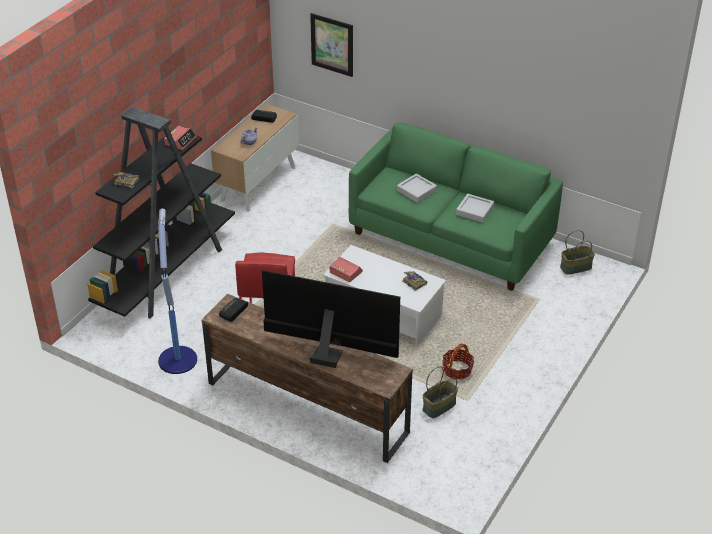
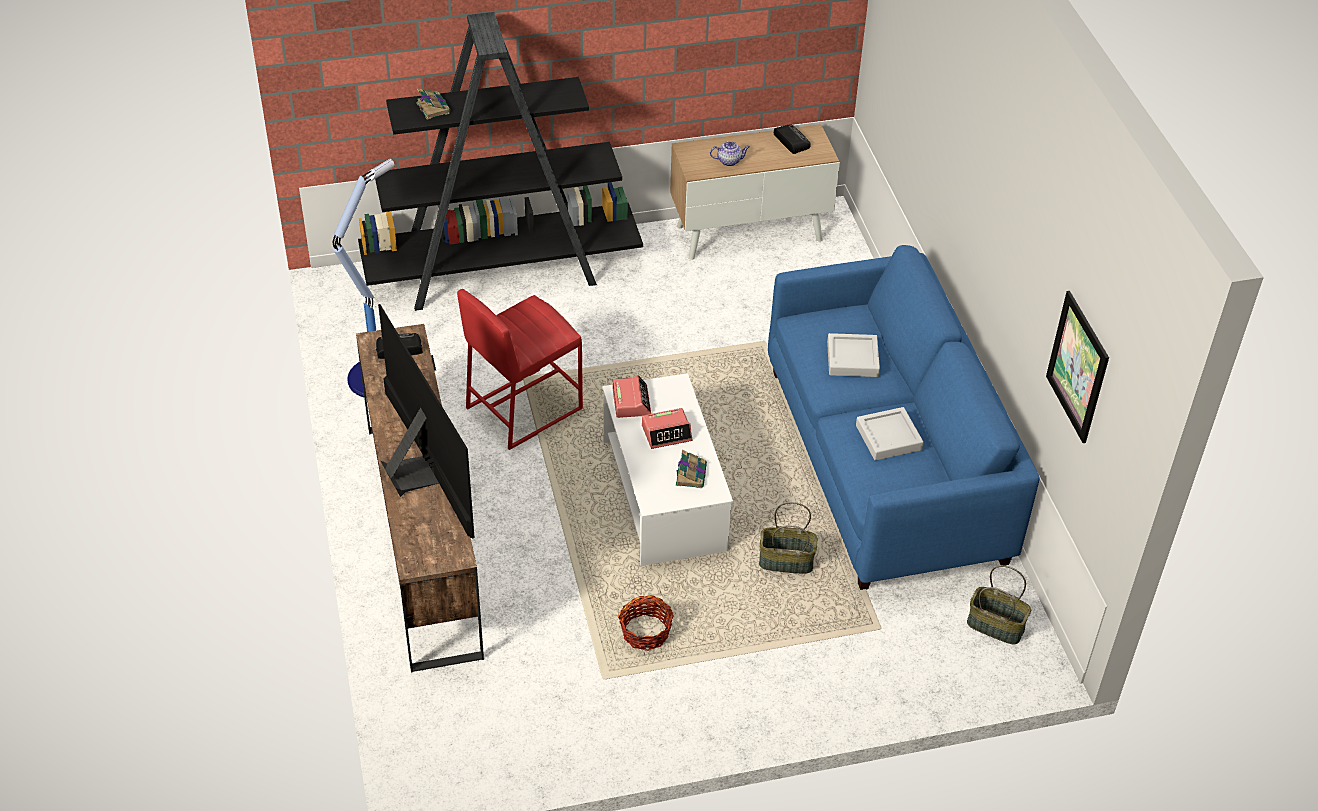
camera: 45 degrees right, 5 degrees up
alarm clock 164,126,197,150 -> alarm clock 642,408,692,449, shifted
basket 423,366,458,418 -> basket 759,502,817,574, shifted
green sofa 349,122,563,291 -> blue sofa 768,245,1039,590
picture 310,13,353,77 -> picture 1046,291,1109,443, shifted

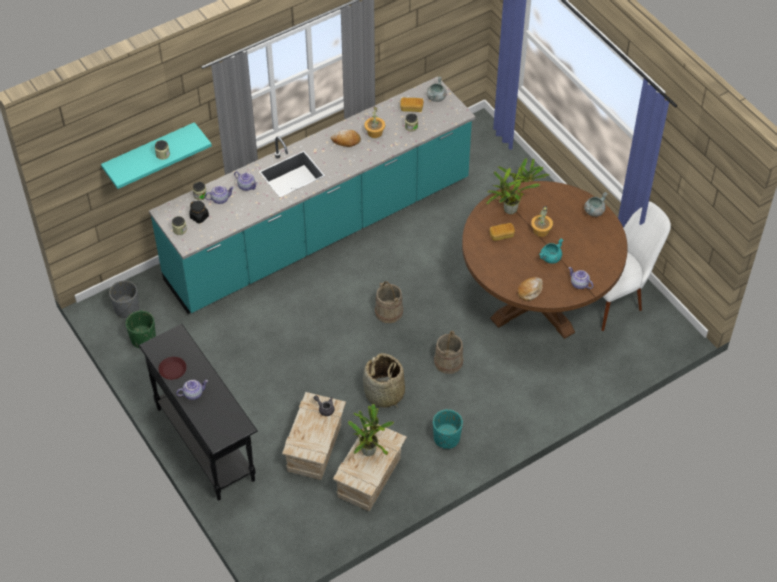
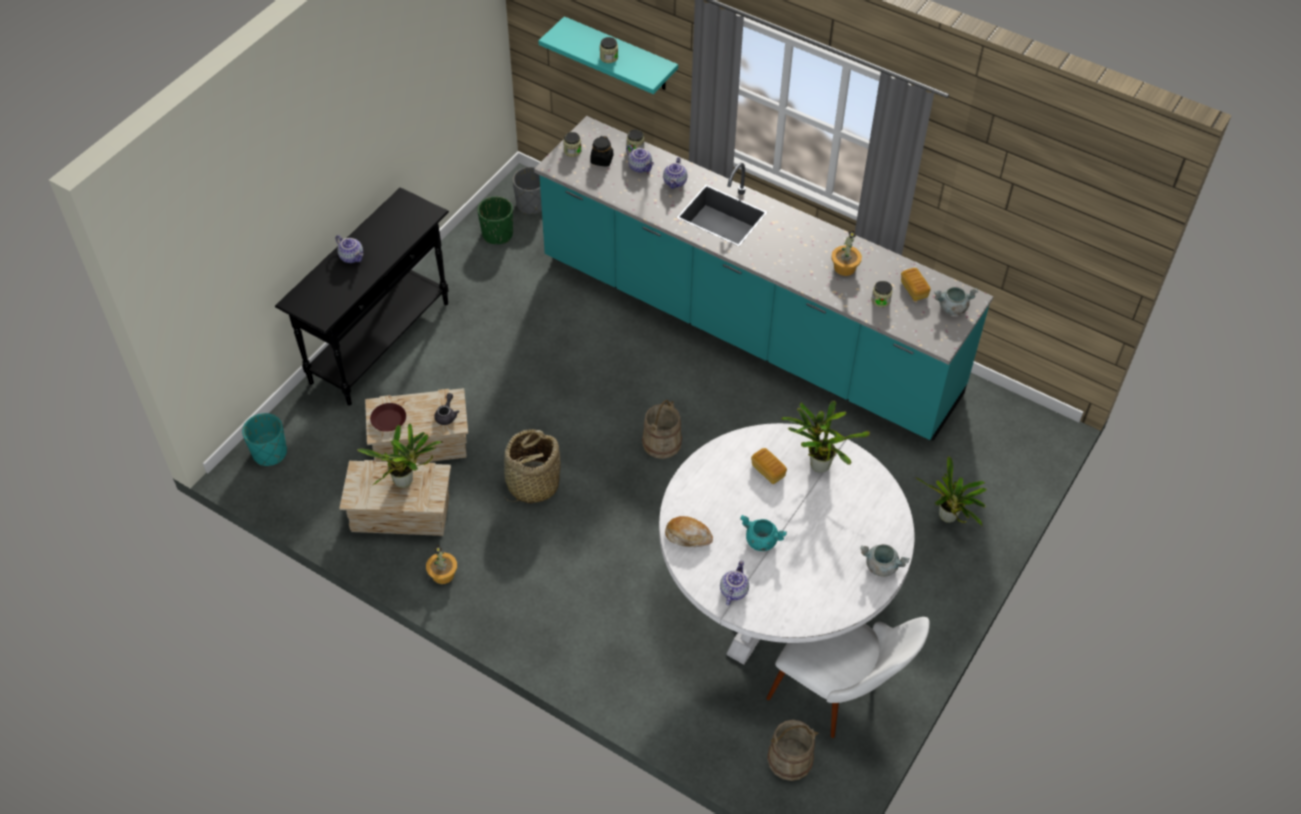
camera: 65 degrees right, 0 degrees up
turquoise planter 433,409,463,449 -> turquoise planter 242,413,287,466, shifted
brown plate 158,357,187,380 -> brown plate 370,403,406,432, shifted
potted plant 531,206,553,237 -> potted plant 426,545,457,584, shifted
brown dining table 462,181,628,339 -> white dining table 659,423,915,665
beige bucket 434,331,464,374 -> beige bucket 767,720,818,781, shifted
bread 331,130,361,147 -> none

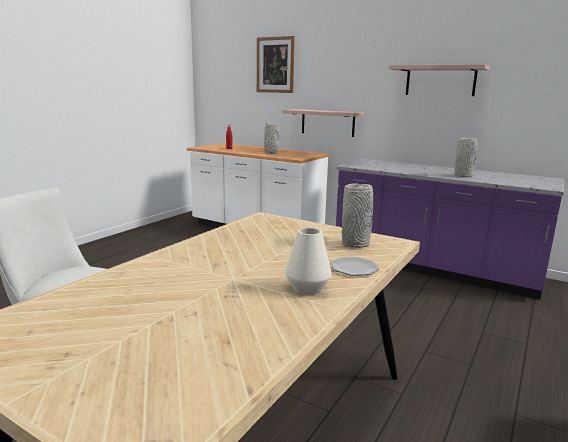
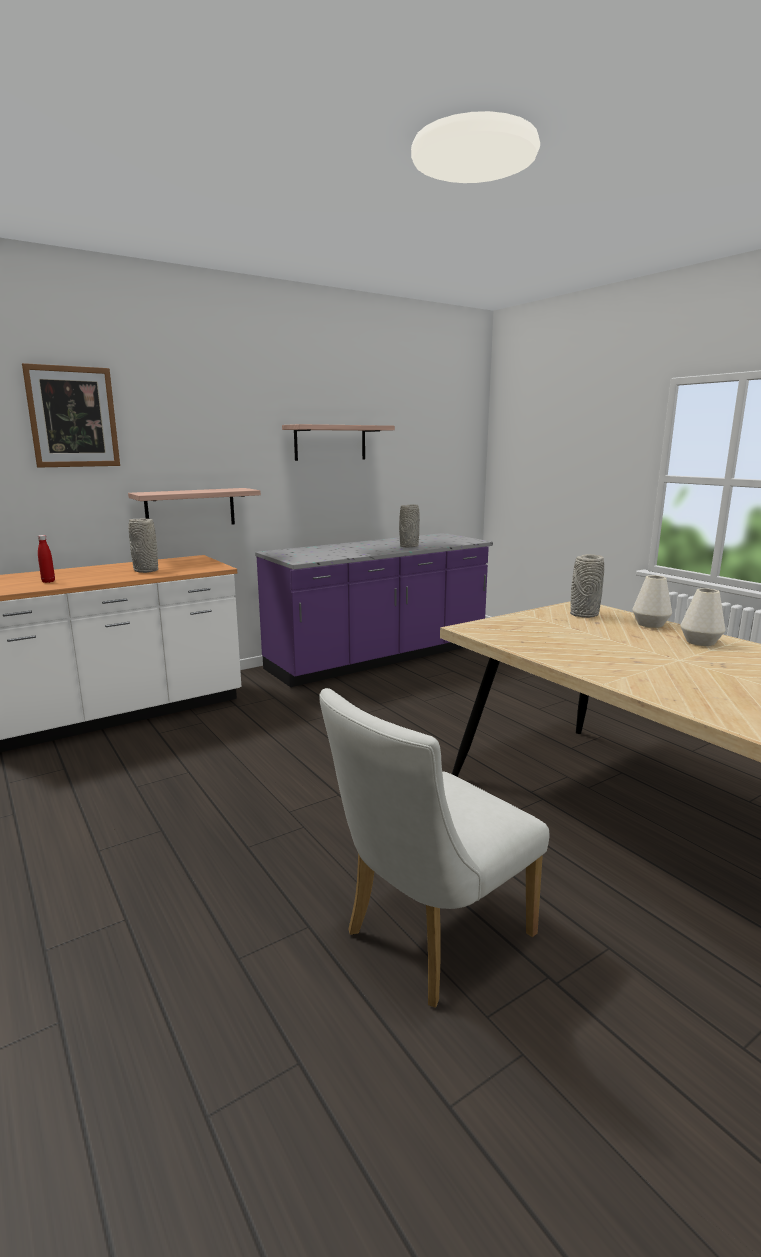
camera: 65 degrees left, 0 degrees up
plate 330,257,379,276 -> white vase 632,575,672,628

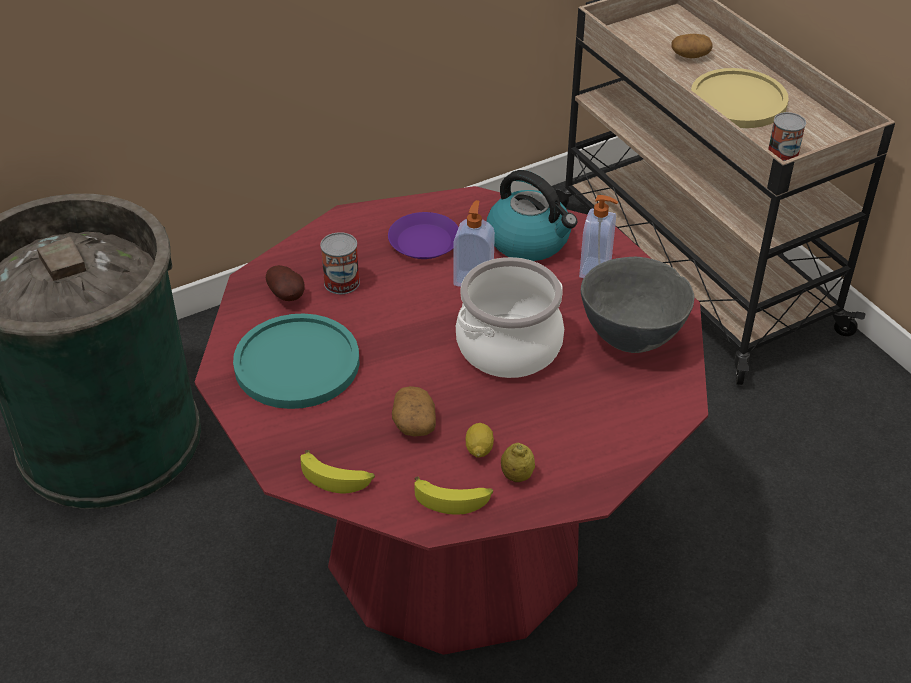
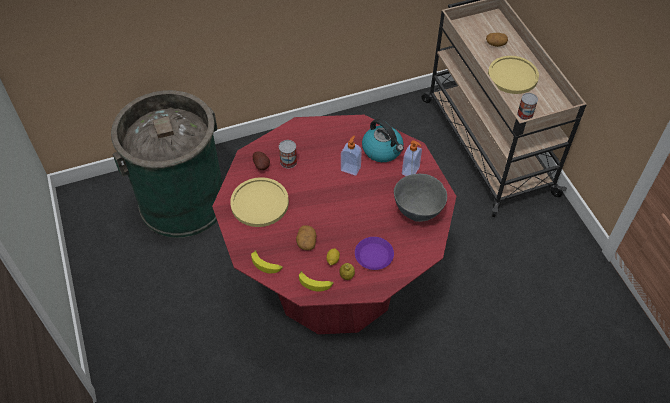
camera: 10 degrees right, 10 degrees up
turquoise plate 233,313,359,409 -> yellow plate 230,177,289,227
purple plate 388,212,459,259 -> purple plate 355,237,394,270, shifted
cooking pot 456,257,564,378 -> none

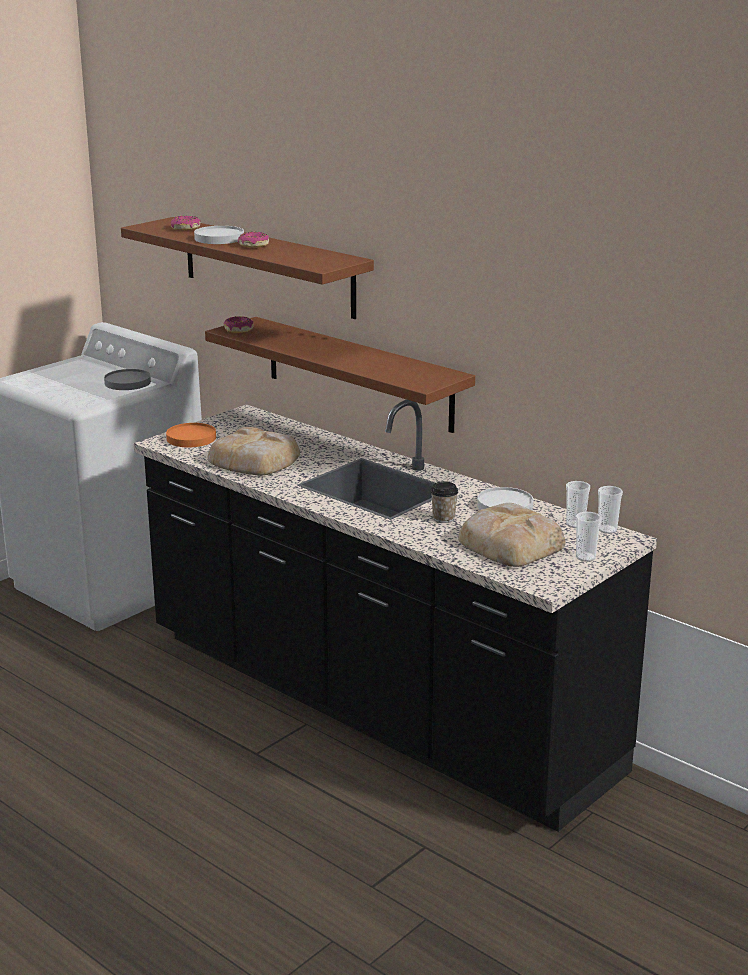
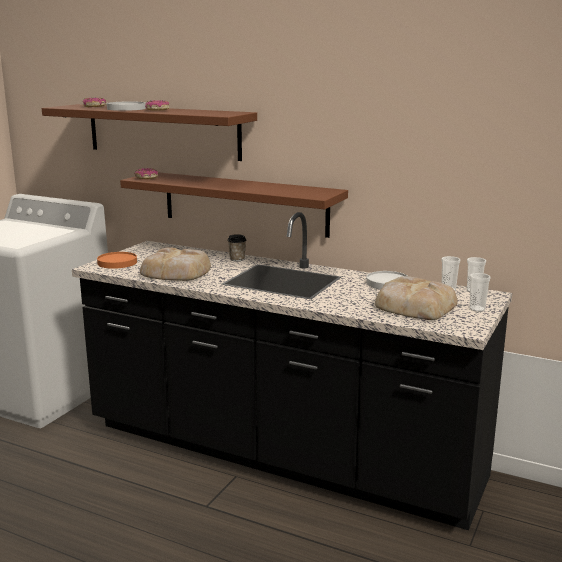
camera: 15 degrees left, 5 degrees down
cup 430,481,458,523 -> cup 227,234,246,262, shifted
grey plate 104,369,151,390 -> none

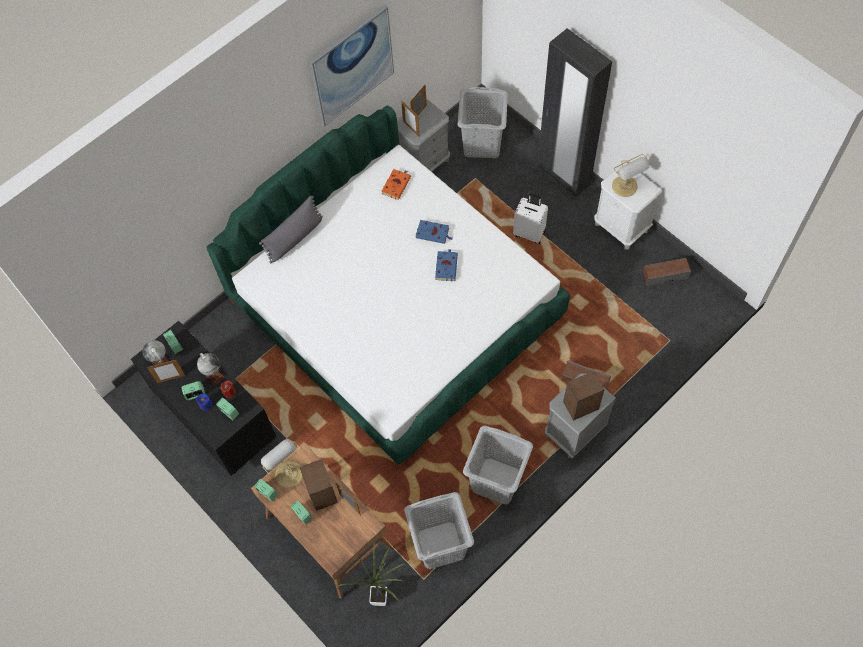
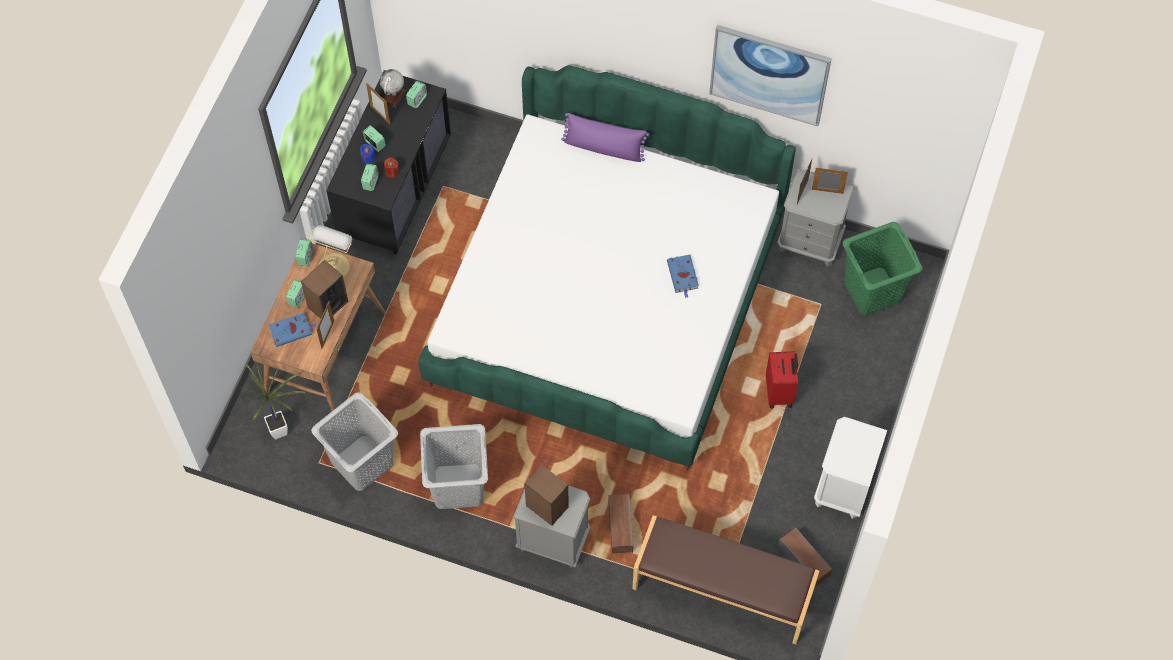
camera: 60 degrees right, 0 degrees up
blue book 435,249,458,281 -> blue book 269,313,316,347, shifted
grey pillow 259,196,323,263 -> purple pillow 561,113,649,162
none -> brown bench 632,515,819,644
white suitcase 513,193,548,244 -> red suitcase 766,351,798,409
grey laundry basket 458,87,508,158 -> green laundry basket 843,222,922,315
globe 197,353,225,385 -> none
orange book 381,169,411,200 -> none
black wardrobe 538,28,612,197 -> none
table lamp 612,154,649,197 -> none

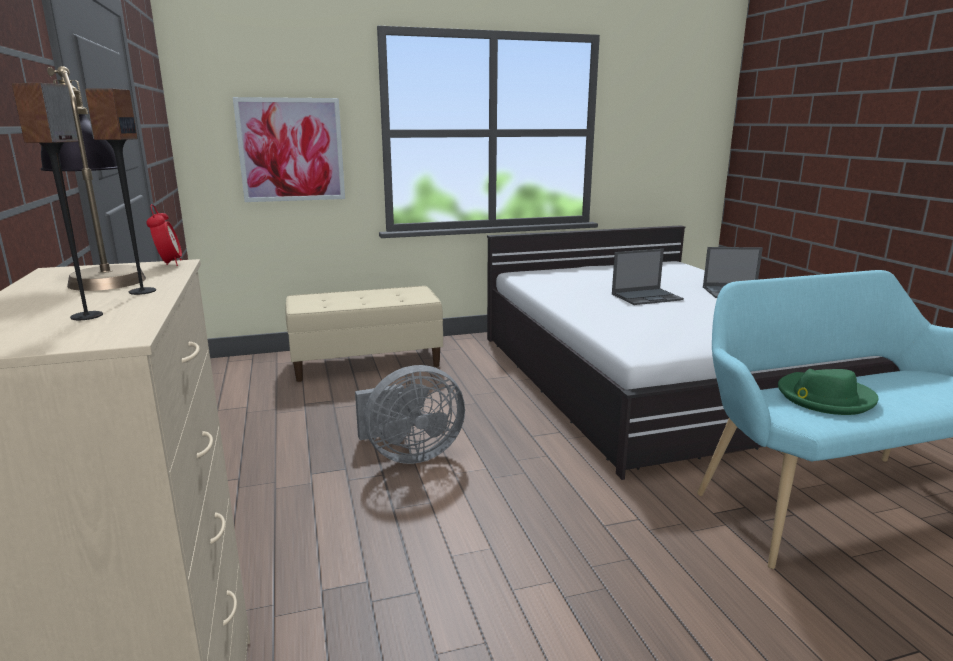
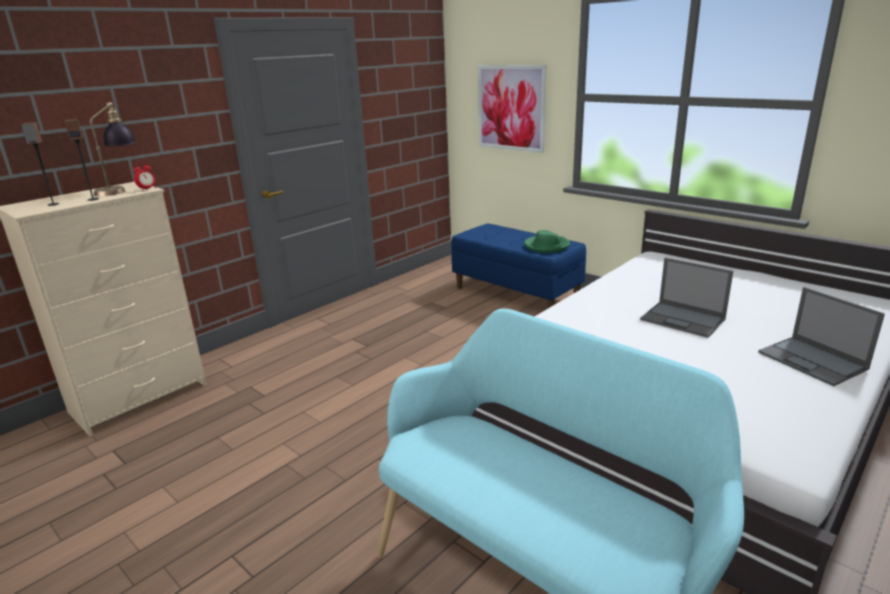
camera: 60 degrees right, 5 degrees up
beige bench 285,286,443,382 -> blue bench 451,223,586,309
green hat 778,369,878,415 -> green hat 524,230,570,253, shifted
grey fan 355,365,465,464 -> none

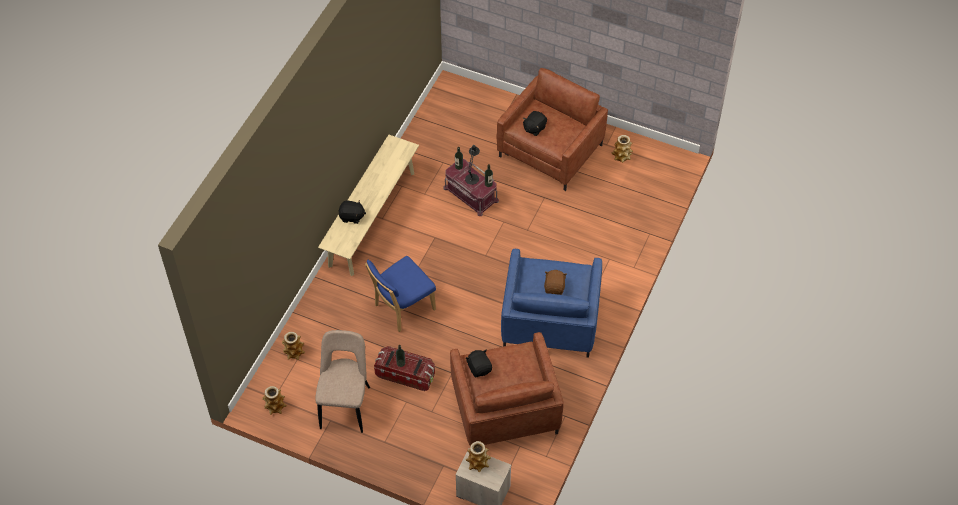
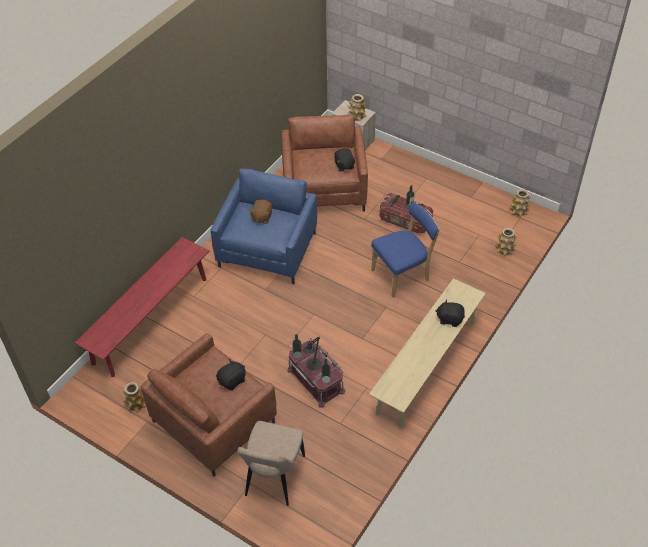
camera: 170 degrees left, 5 degrees down
none -> red bench 75,237,209,377
beige chair 315,330,370,433 -> beige chair 237,421,305,506, shifted

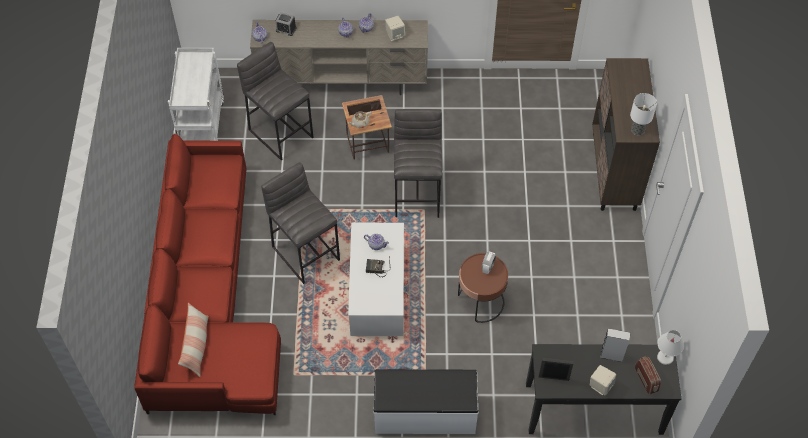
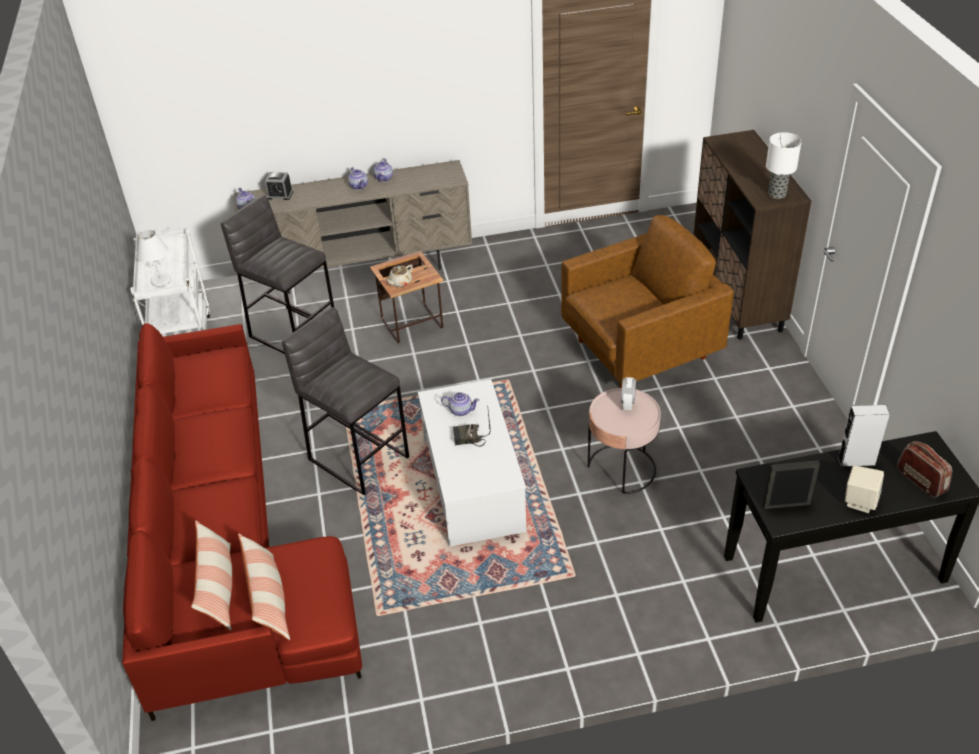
camera: 10 degrees left, 15 degrees down
white table lamp 657,330,684,365 -> white table lamp 136,230,171,286, shifted
none -> pillow 238,533,290,640
none -> brown armchair 561,215,734,388
brown side table 458,253,508,323 -> pink side table 588,388,661,494
white bench 374,369,478,434 -> none
beige speaker 385,16,405,41 -> none
grey stool 394,109,442,218 -> none

